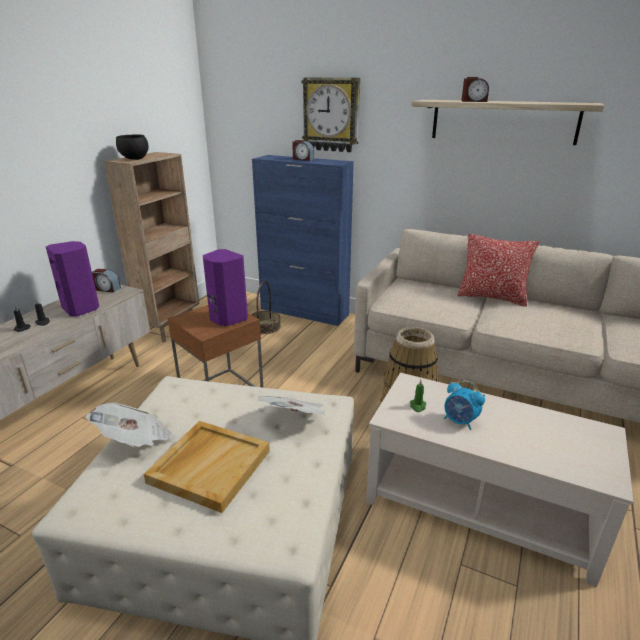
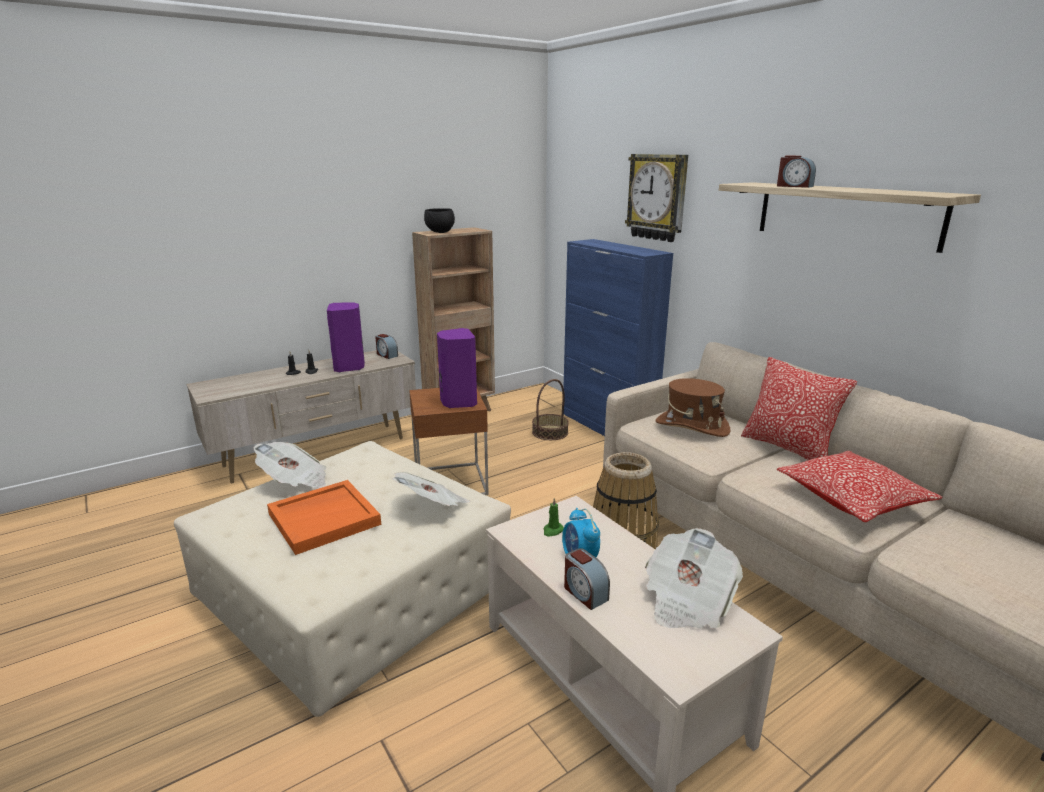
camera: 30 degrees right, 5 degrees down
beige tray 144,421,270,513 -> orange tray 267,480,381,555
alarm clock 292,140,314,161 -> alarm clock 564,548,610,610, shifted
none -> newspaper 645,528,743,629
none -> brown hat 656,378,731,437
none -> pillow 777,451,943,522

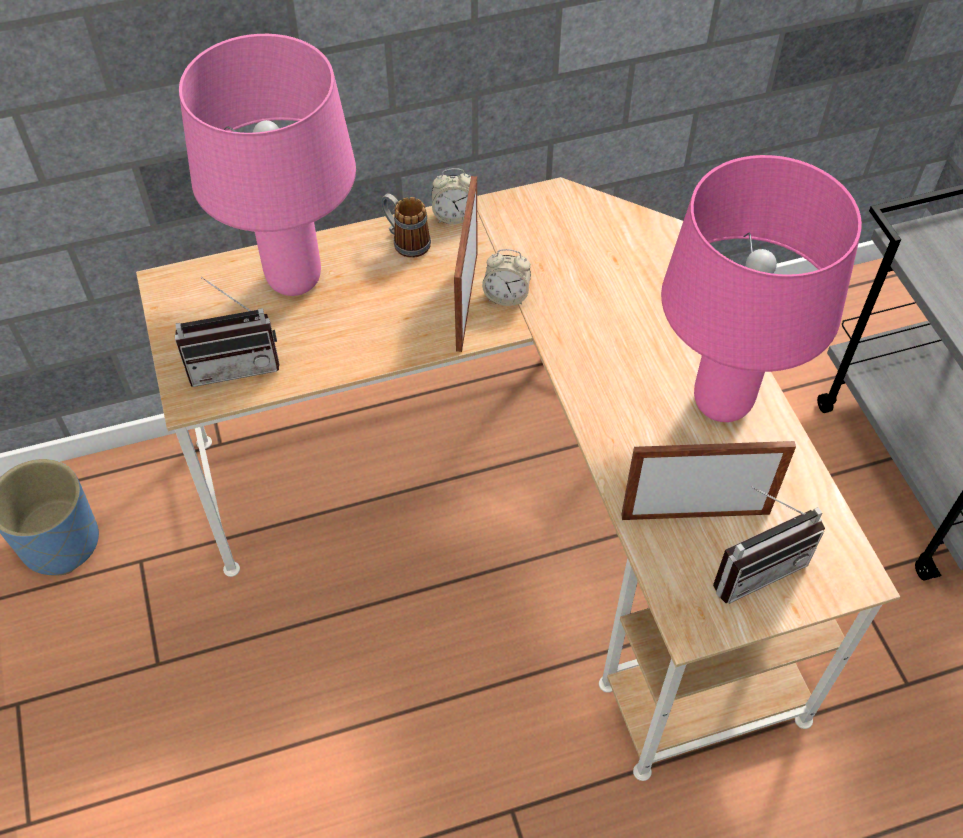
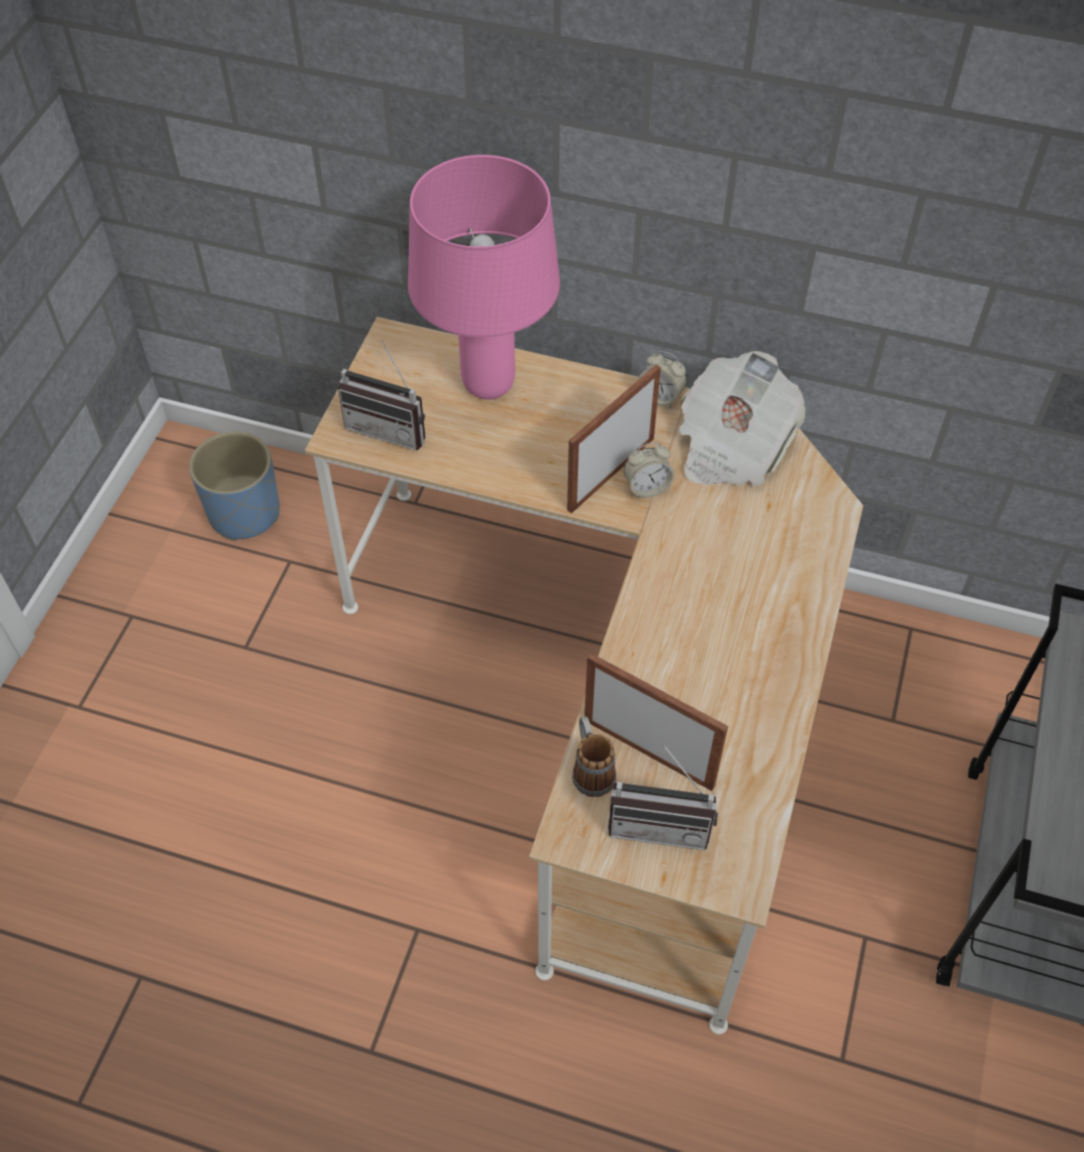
camera: 35 degrees right, 0 degrees up
mug 381,193,431,258 -> mug 572,716,616,797, shifted
alarm clock 482,249,531,306 -> alarm clock 624,442,674,498, 60 degrees counterclockwise
none -> newspaper 679,351,806,486
pink table lamp 661,155,862,422 -> none

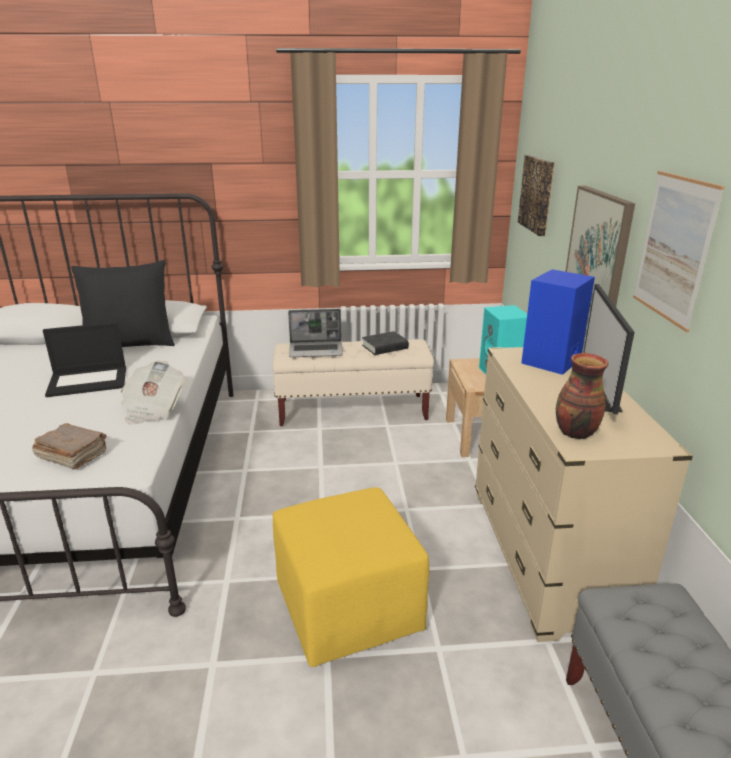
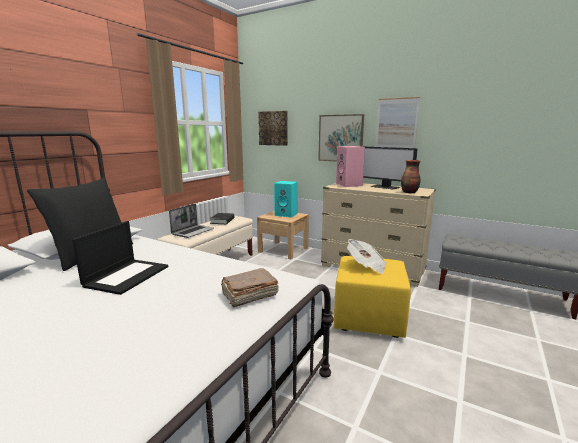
camera: 55 degrees left, 10 degrees down
blue speaker 521,269,595,375 -> pink speaker 336,146,365,187
newspaper 121,361,185,424 -> newspaper 347,239,387,274, shifted

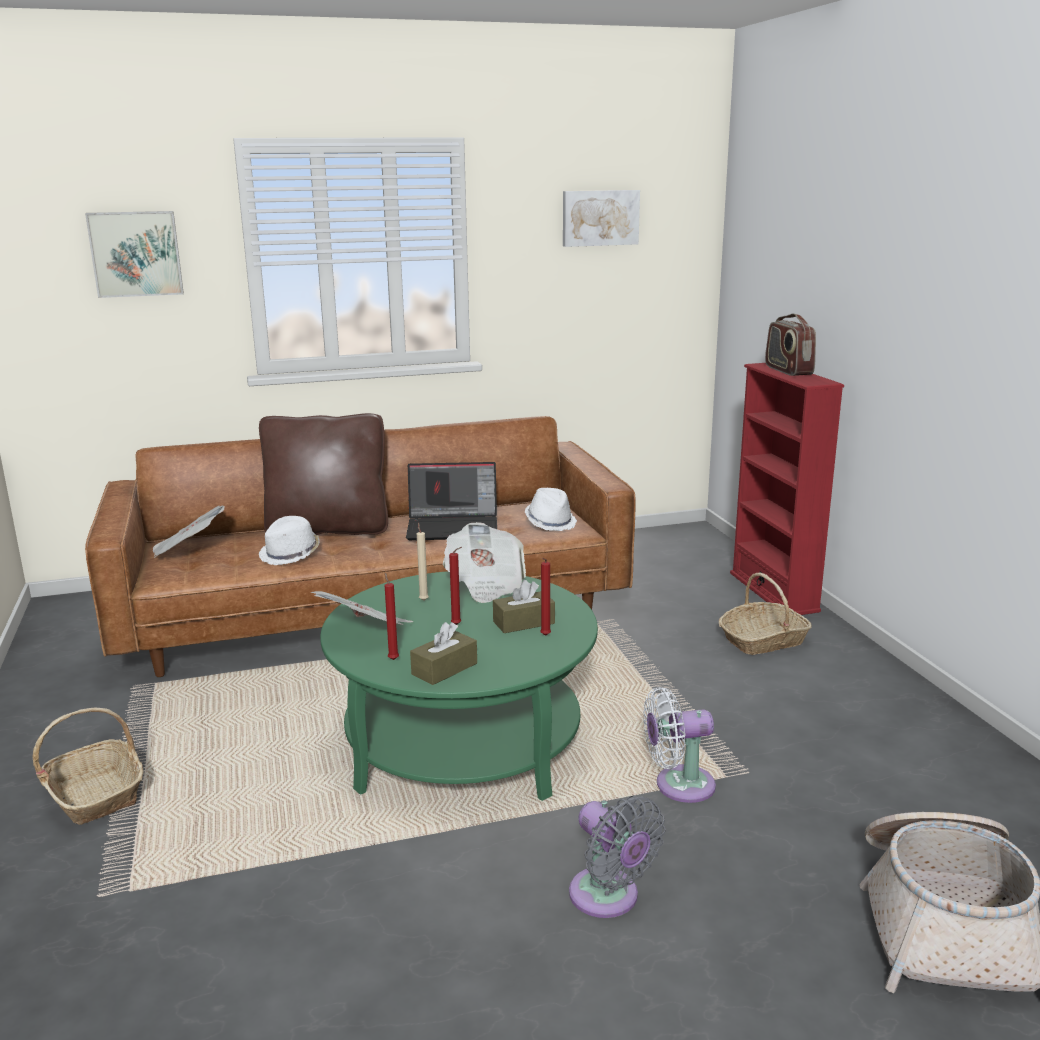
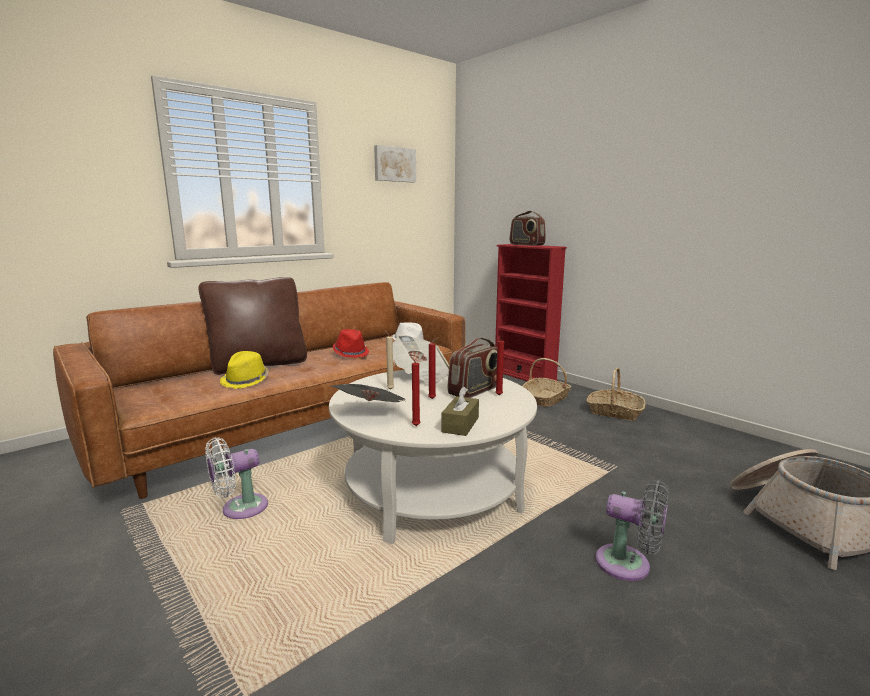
camera: 25 degrees left, 5 degrees down
white fan 643,687,716,803 -> white fan 205,437,268,519, shifted
white hat 259,516,320,565 -> yellow hat 220,351,269,389
green coffee table 320,571,598,801 -> white coffee table 329,370,537,544
laptop 406,462,497,540 -> red hat 333,329,369,358
brown tissue box 493,580,555,633 -> radio 448,338,497,398
basket 32,708,144,825 -> basket 587,368,645,421, shifted
picture 85,211,184,298 -> none
newspaper 153,506,225,558 -> none

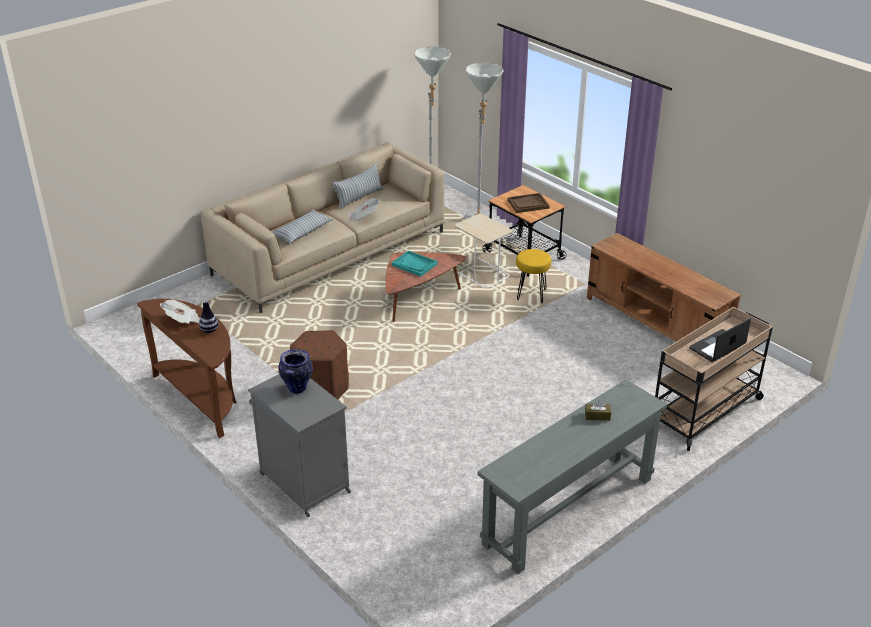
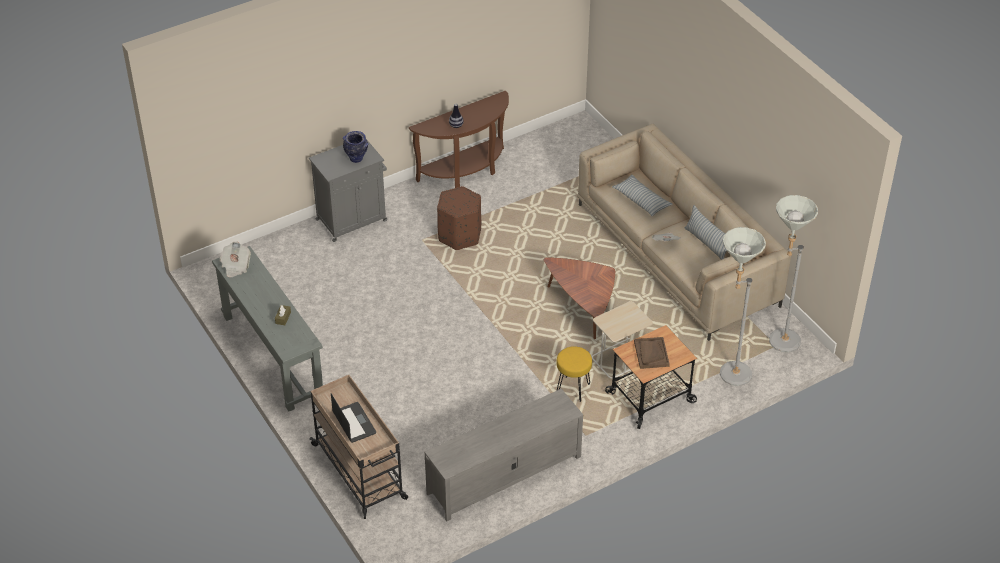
camera: 100 degrees right, 10 degrees up
newspaper 160,300,200,324 -> newspaper 220,242,251,277, shifted
brown tv stand 587,233,741,342 -> grey tv stand 424,389,583,521
turquoise tray 392,250,438,277 -> none

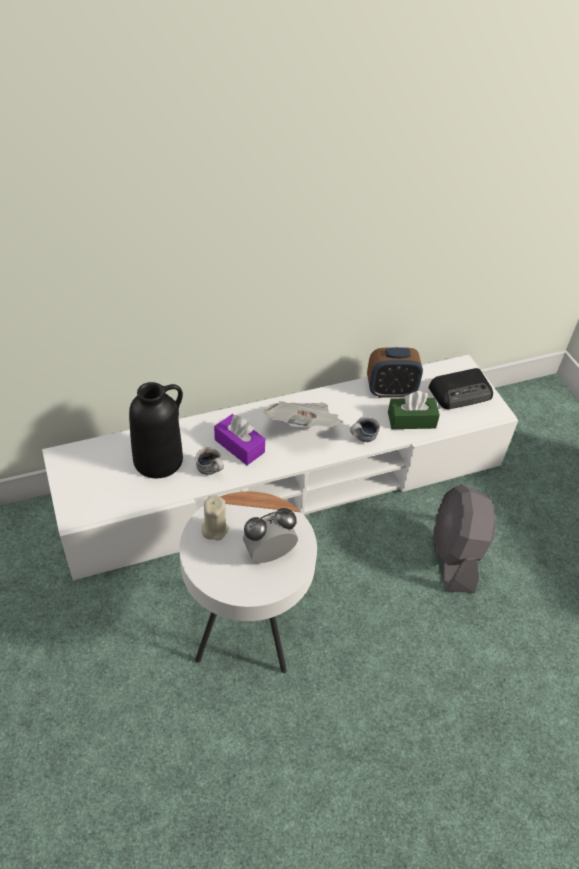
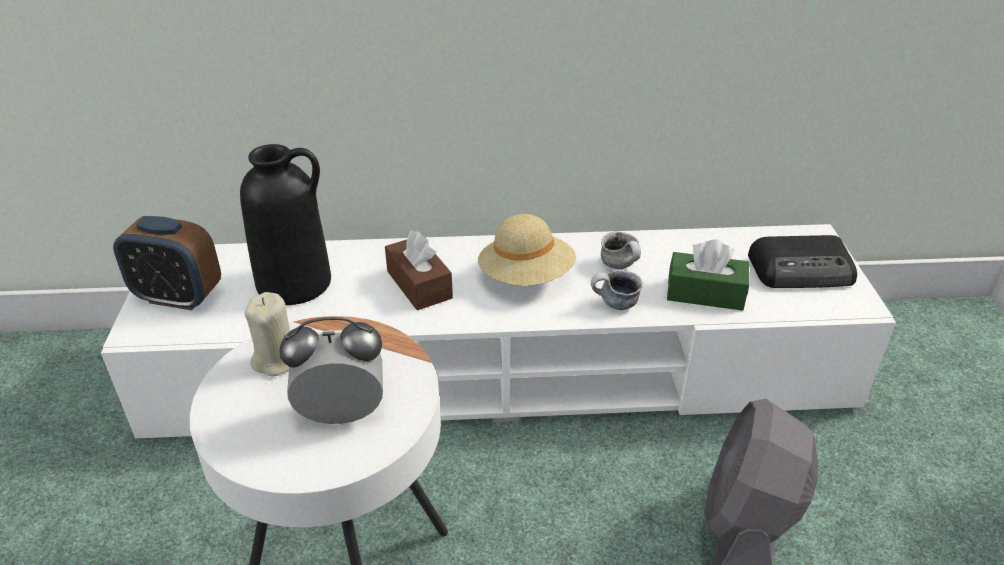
camera: 20 degrees right, 10 degrees down
alarm clock 367,347,423,398 -> alarm clock 113,216,221,310, shifted
purple tissue box 214,414,265,465 -> brown tissue box 385,230,453,311
newspaper 263,401,343,427 -> beige hat 478,214,576,286
mug 195,448,224,475 -> mug 601,231,641,269, shifted

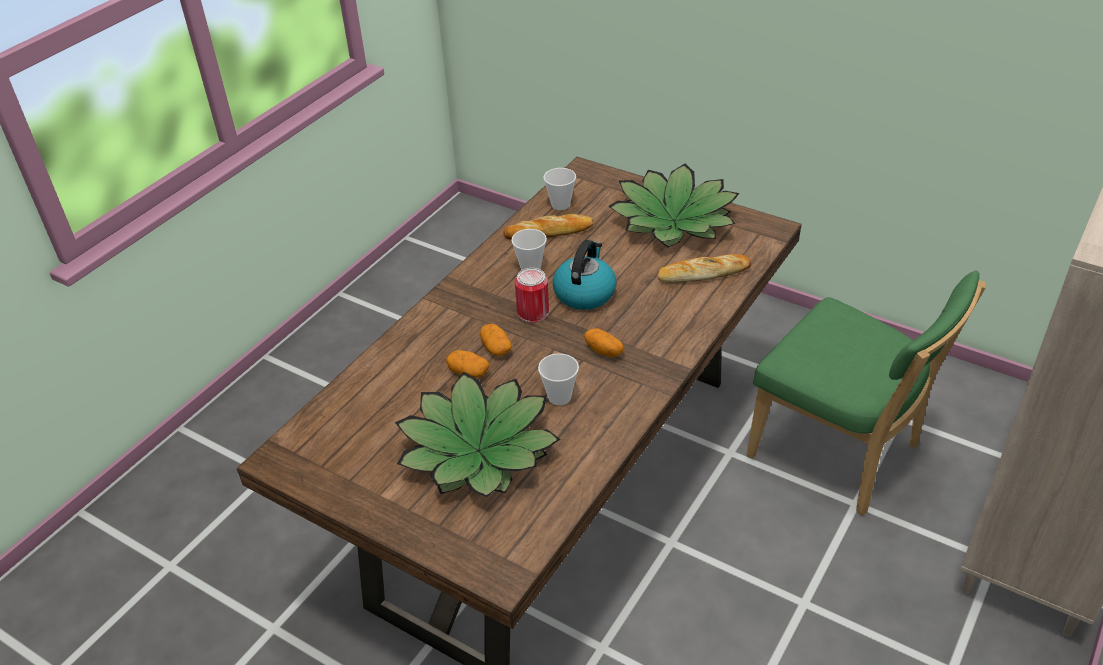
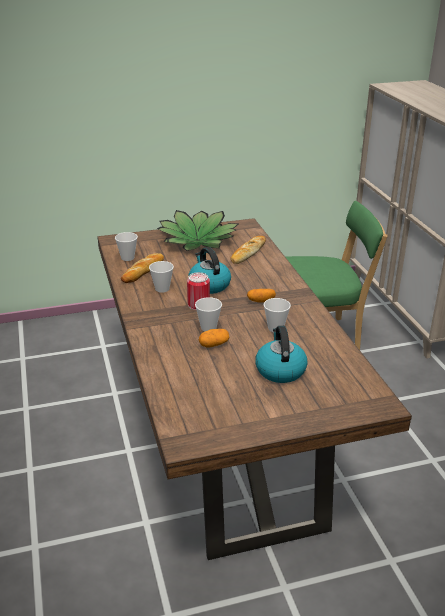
camera: 50 degrees left, 10 degrees down
potato 480,324,512,356 -> cup 195,297,222,331
potted plant 395,372,561,497 -> kettle 255,326,308,383

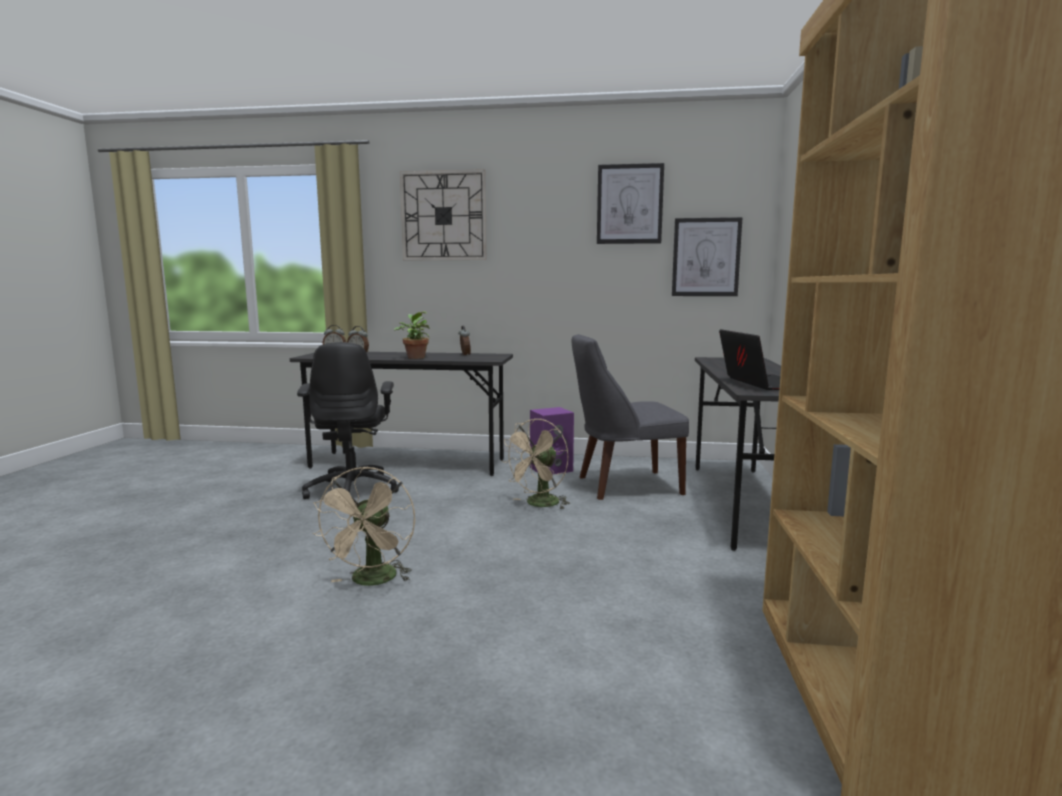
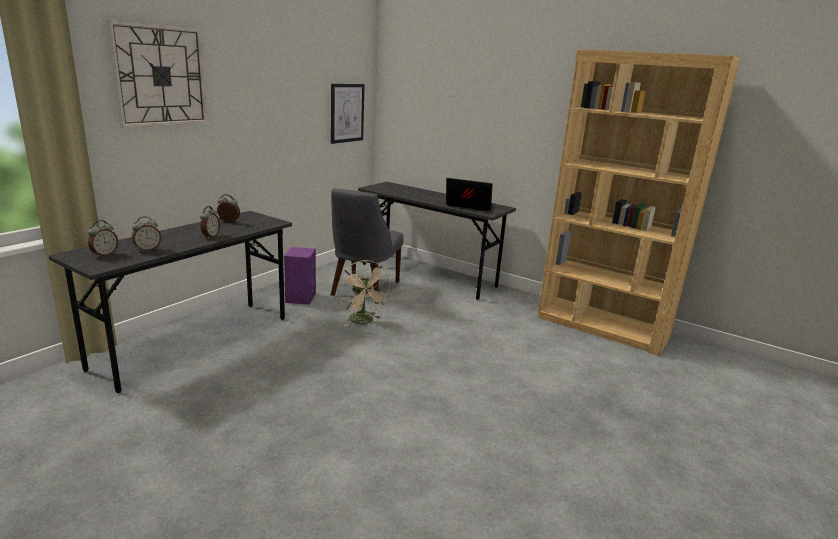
camera: 65 degrees left, 10 degrees up
potted plant 394,311,430,359 -> alarm clock 200,206,220,239
black office chair 297,342,399,499 -> none
beige fan 312,466,415,586 -> none
picture 597,163,664,244 -> none

